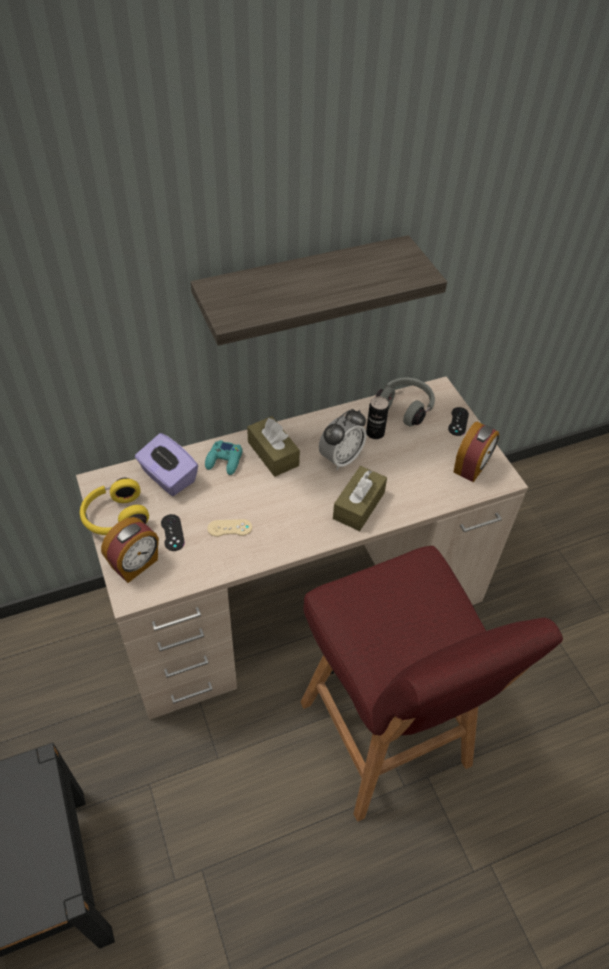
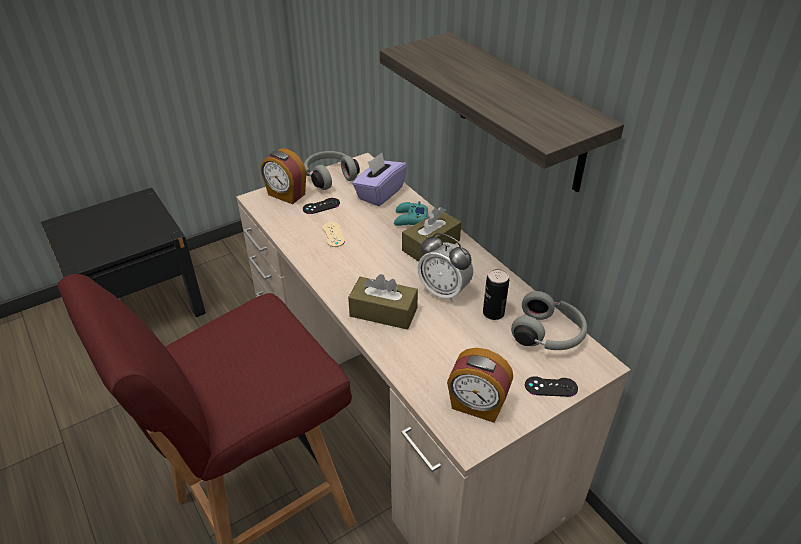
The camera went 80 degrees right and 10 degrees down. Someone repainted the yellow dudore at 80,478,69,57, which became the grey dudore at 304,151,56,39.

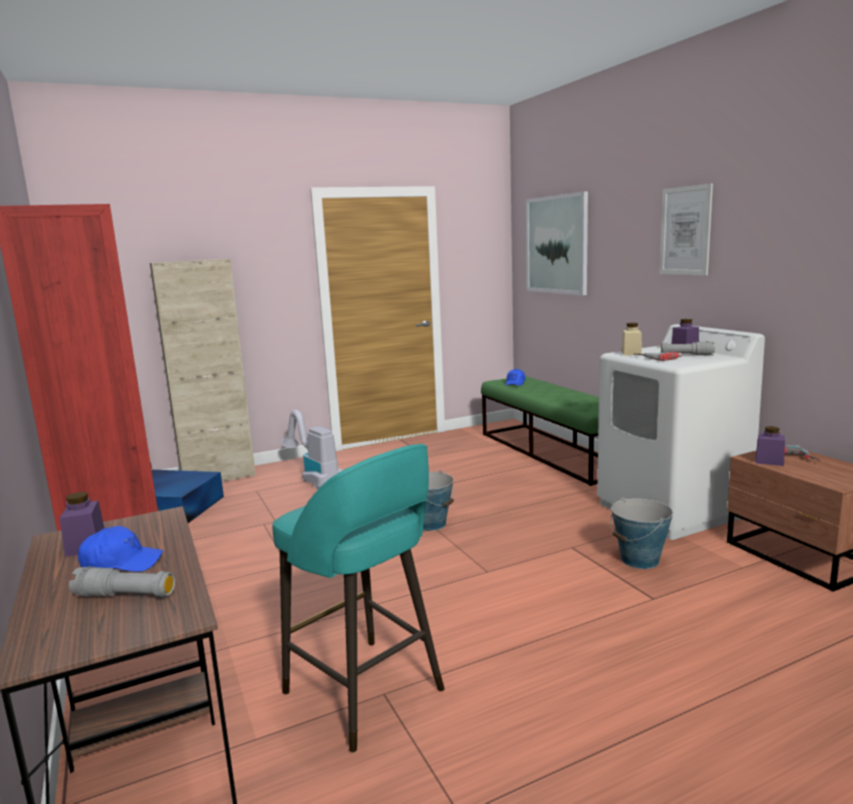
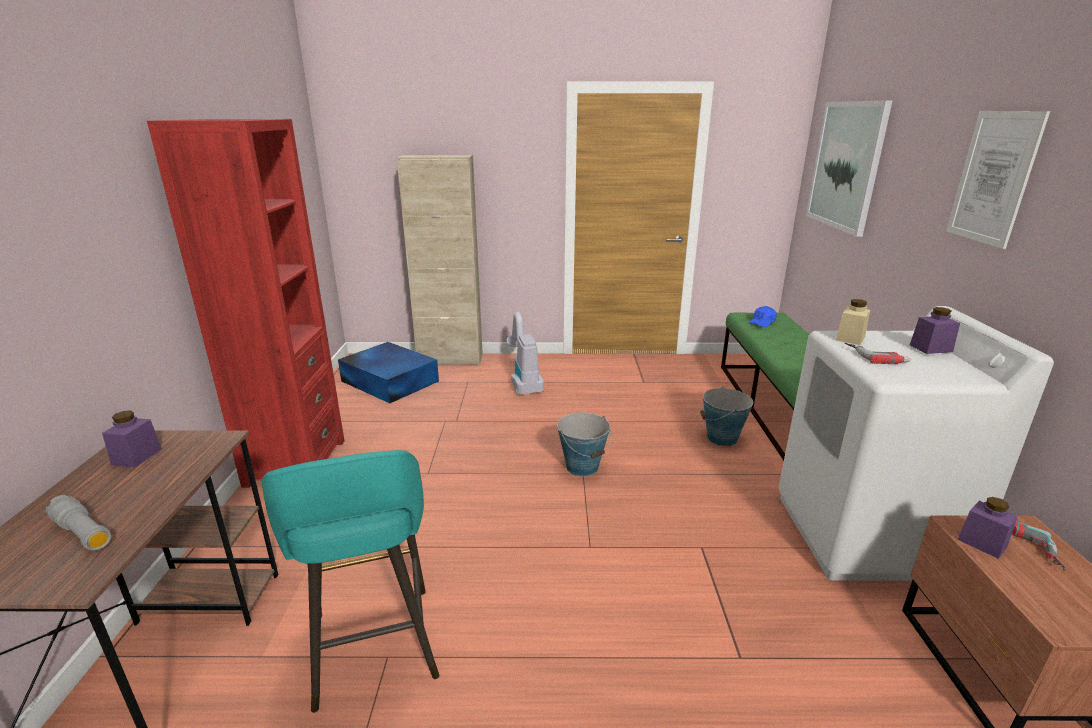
The camera went 25 degrees right and 10 degrees up. Someone took away the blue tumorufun at 78,526,85,46. Someone took away the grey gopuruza at 661,341,54,15. Someone carried the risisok from 610,497,63,72 to 700,386,53,60.

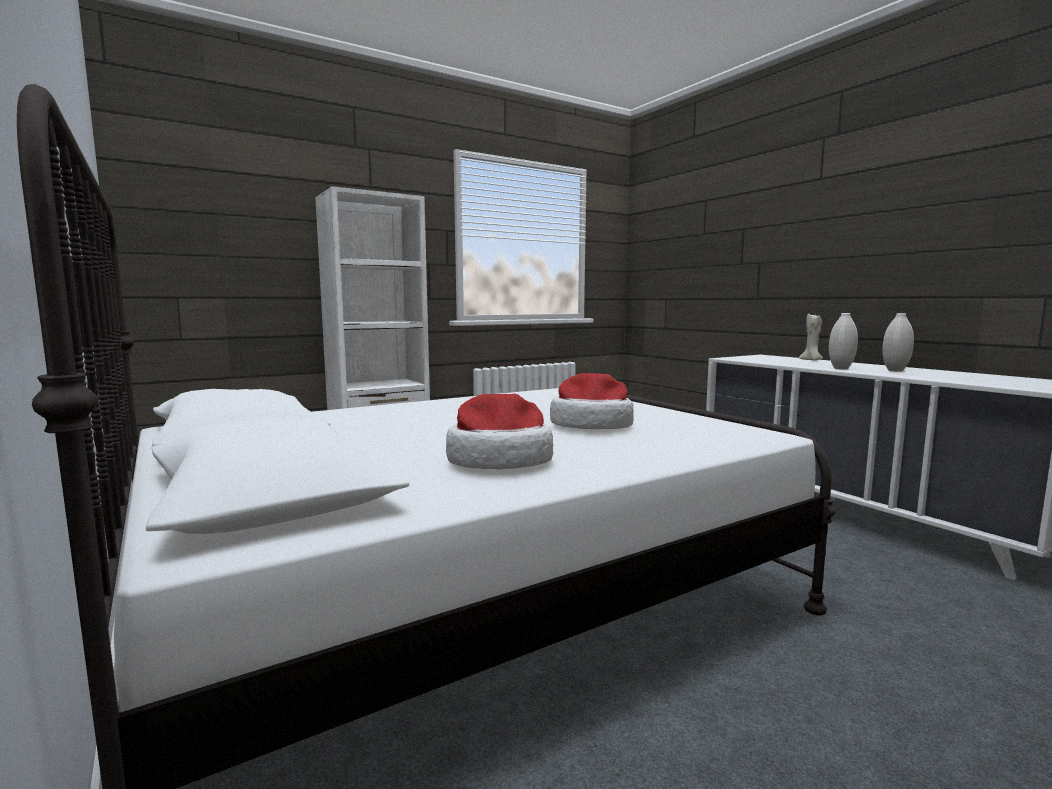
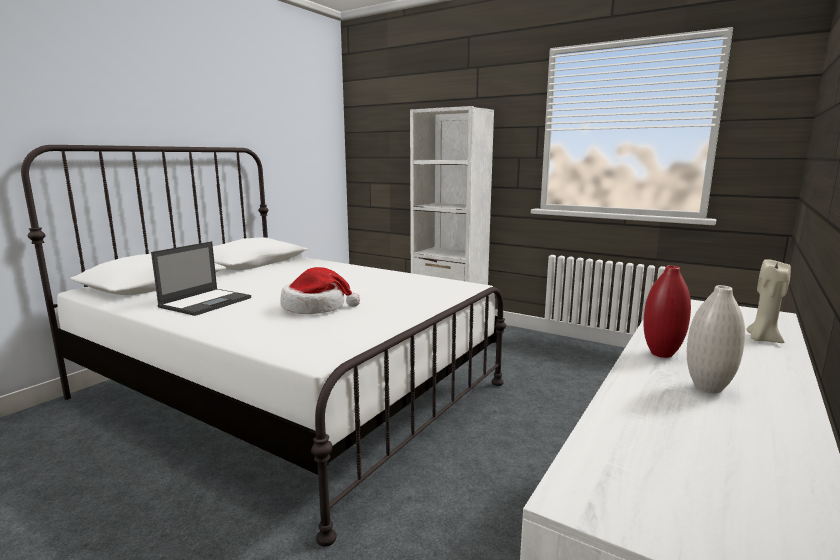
The camera went 65 degrees right and 5 degrees up. Someone swapped the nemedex at 446,393,107,76 for the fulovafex at 151,241,100,75. Someone repainted the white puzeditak at 829,313,29,56, which became the red puzeditak at 643,265,48,93.

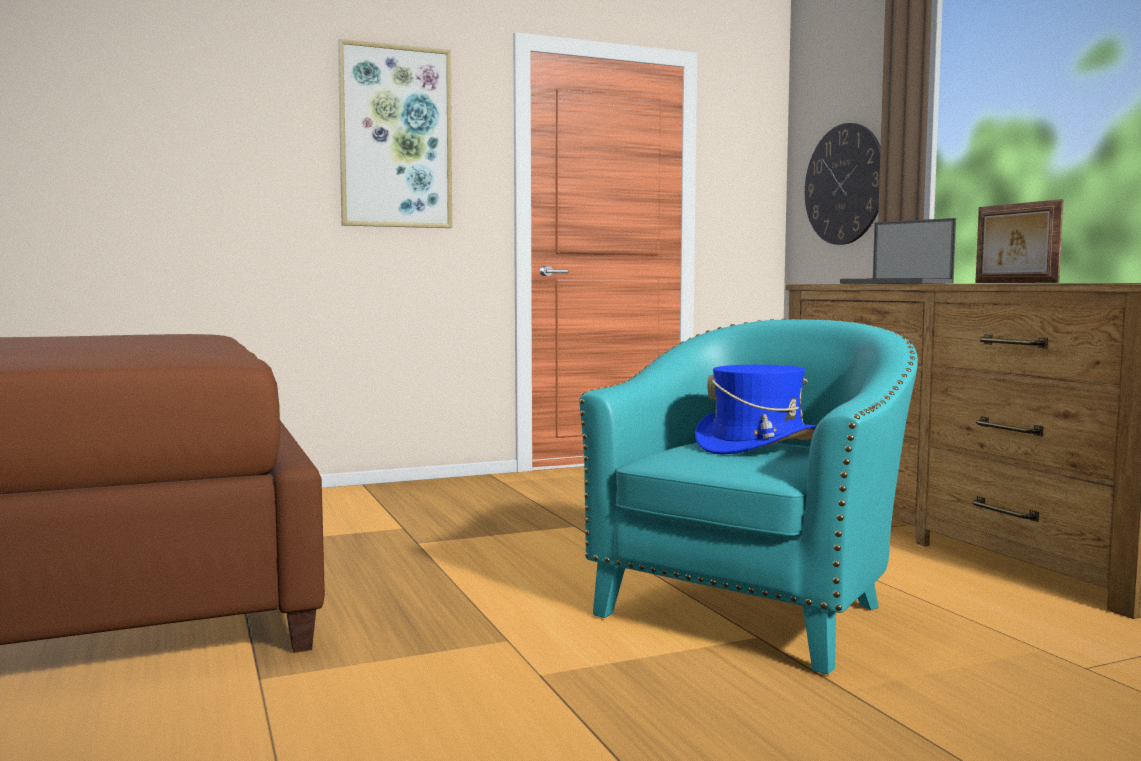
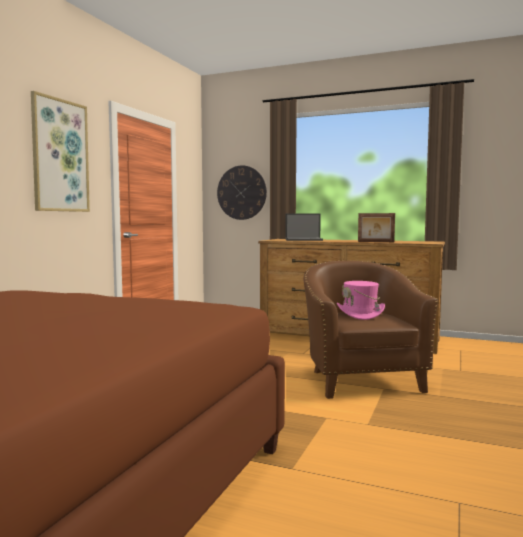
The camera went 45 degrees left and 0 degrees up. Someone repainted the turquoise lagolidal at 579,319,339,356, which became the brown lagolidal at 303,260,135,139. Someone repainted the blue nemedex at 695,365,121,90, which became the pink nemedex at 337,281,48,39.

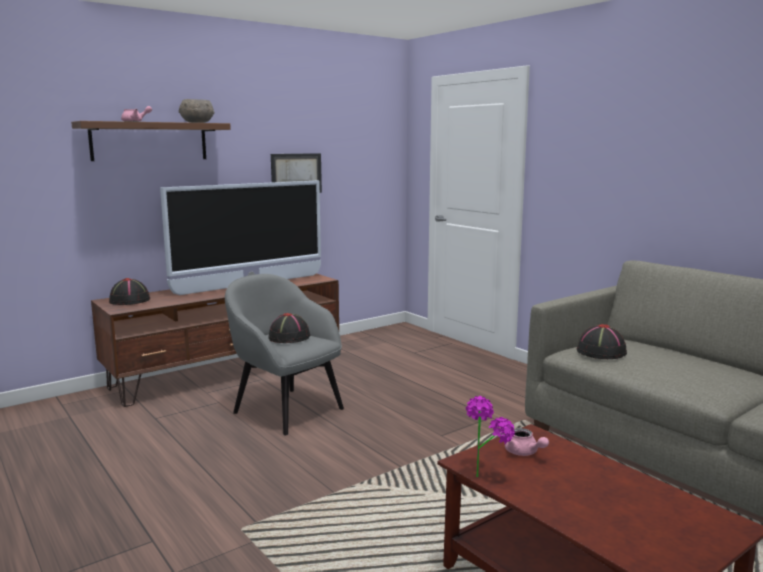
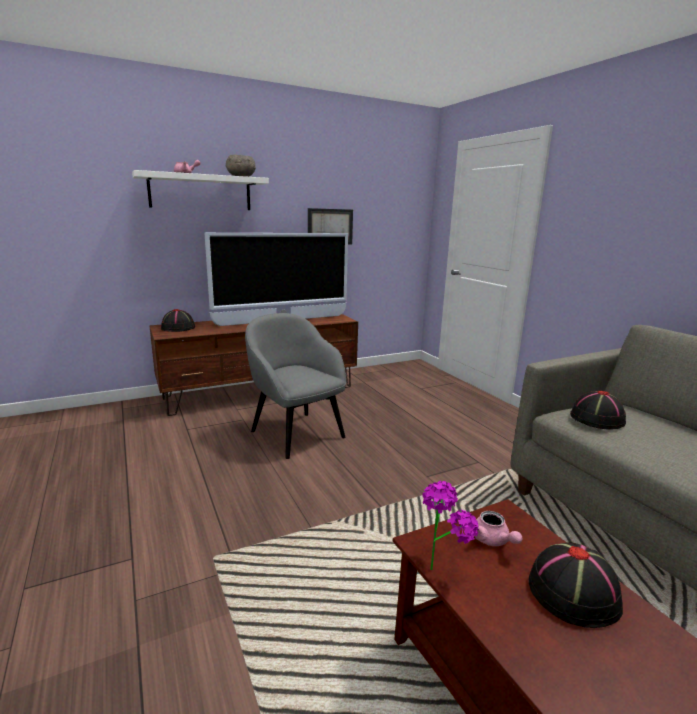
The camera went 10 degrees right and 5 degrees up. Someone carried the black nemedex from 268,313,42,30 to 529,542,94,86. Someone repainted the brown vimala at 71,121,160,40, which became the white vimala at 132,170,137,40.

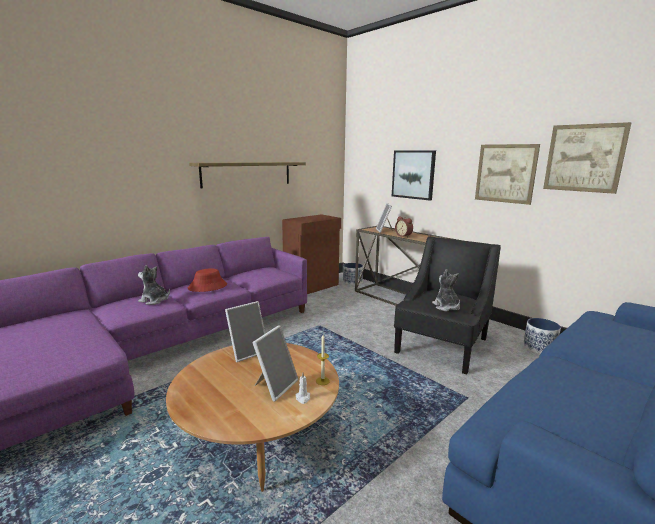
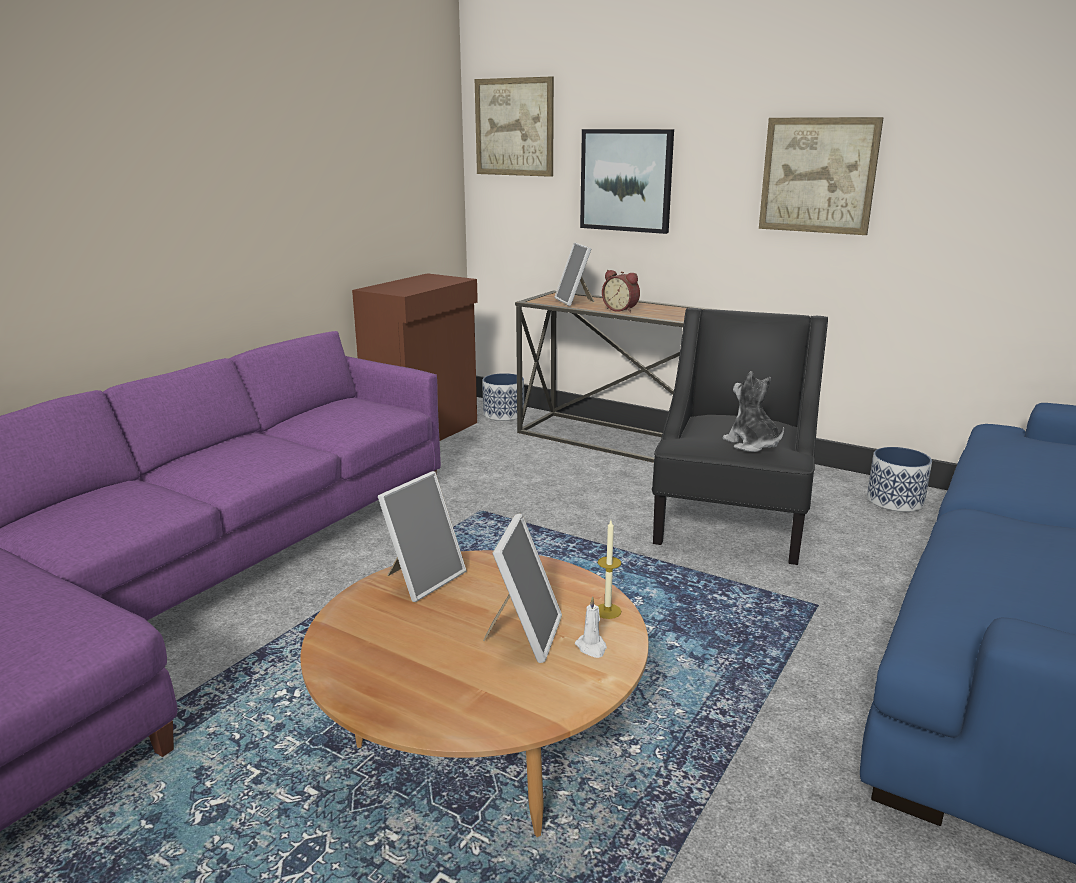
The camera went 15 degrees left and 5 degrees up. Someone took away the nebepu at 138,265,32,40. Someone took away the red nemedex at 188,269,39,23. Someone took away the vimala at 189,162,117,26. Someone carried the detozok from 543,122,89,72 to 475,76,79,101.

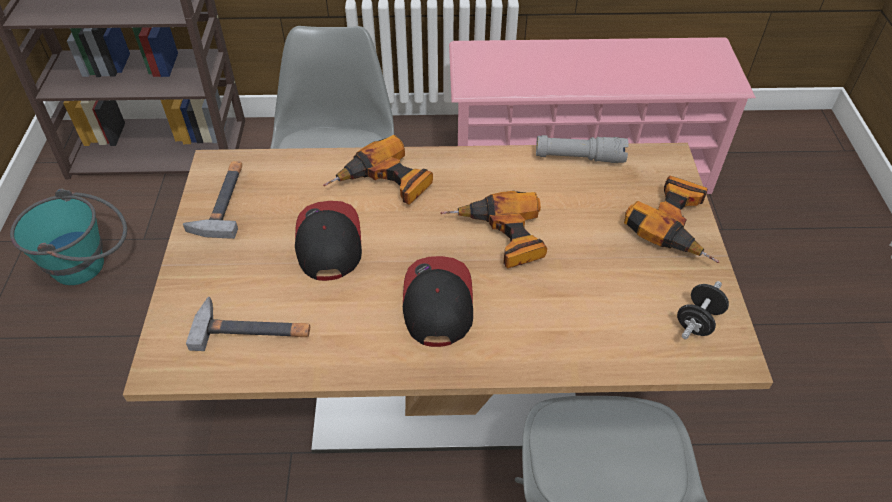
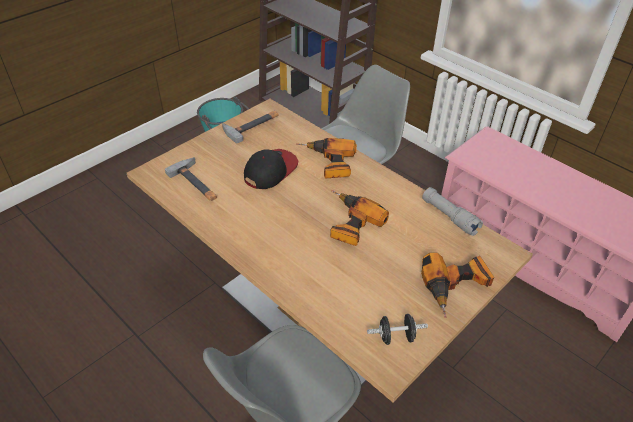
The camera went 45 degrees right and 5 degrees down. Someone took away the tumorufun at 403,256,70,91.

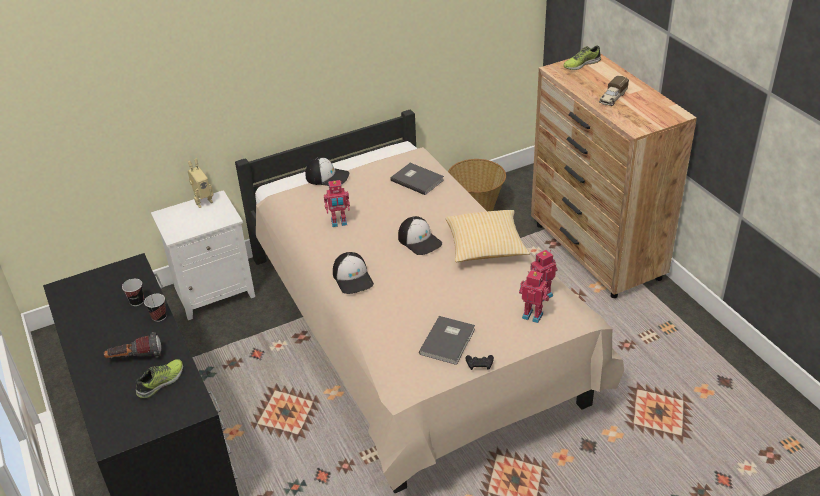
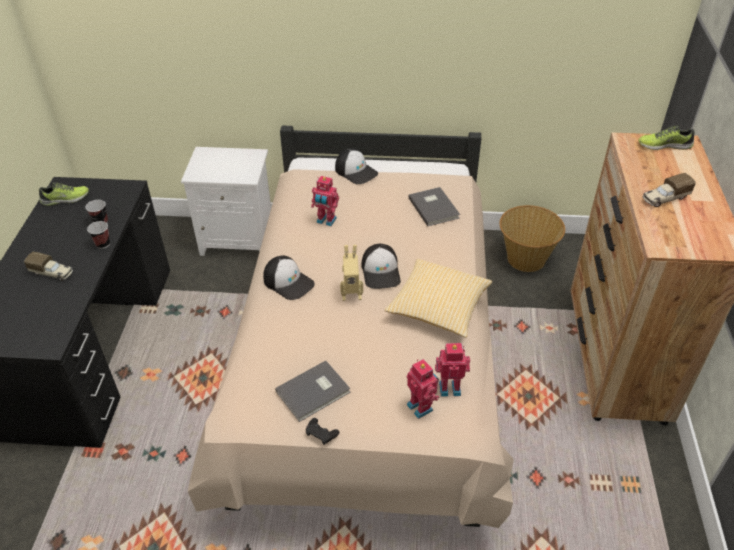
The camera went 30 degrees right and 5 degrees up. Someone carried the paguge from 136,359,47,40 to 39,183,50,23. Someone carried the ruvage from 188,159,25,49 to 340,245,23,56. Someone swapped the gopuruza at 104,332,57,27 for the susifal at 24,252,49,29. Someone rotated the tumorufun at 333,252,41,42 by 60 degrees counterclockwise.

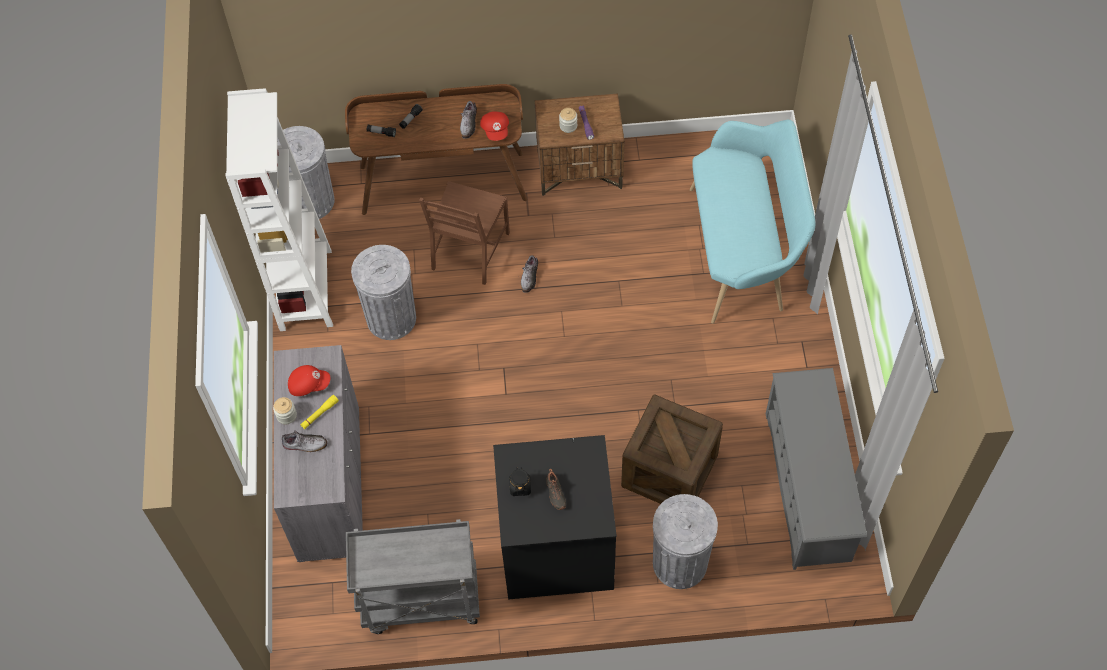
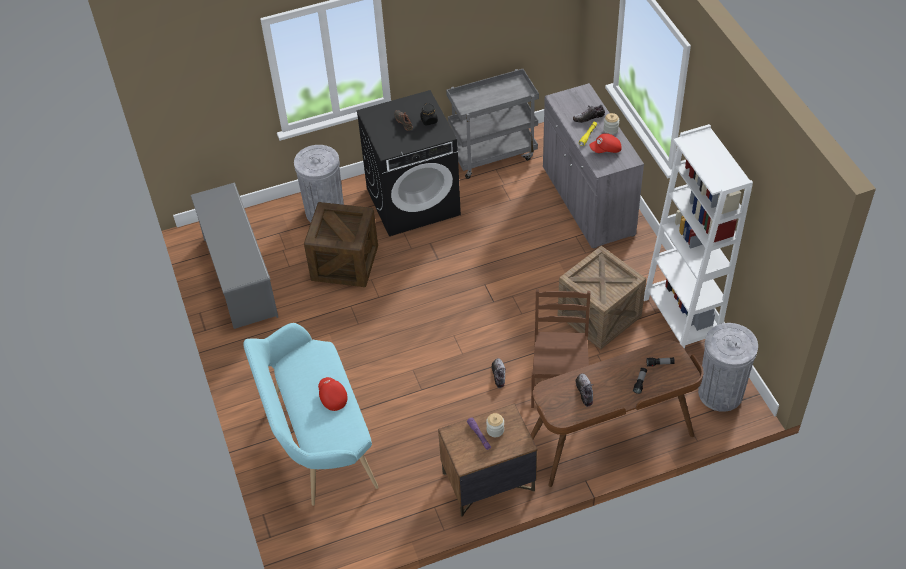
The camera went 165 degrees right and 10 degrees down. Someone carried the red tumorufun from 480,111,29,30 to 318,377,30,34. Someone swapped the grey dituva at 351,245,65,95 for the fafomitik at 558,246,88,103.

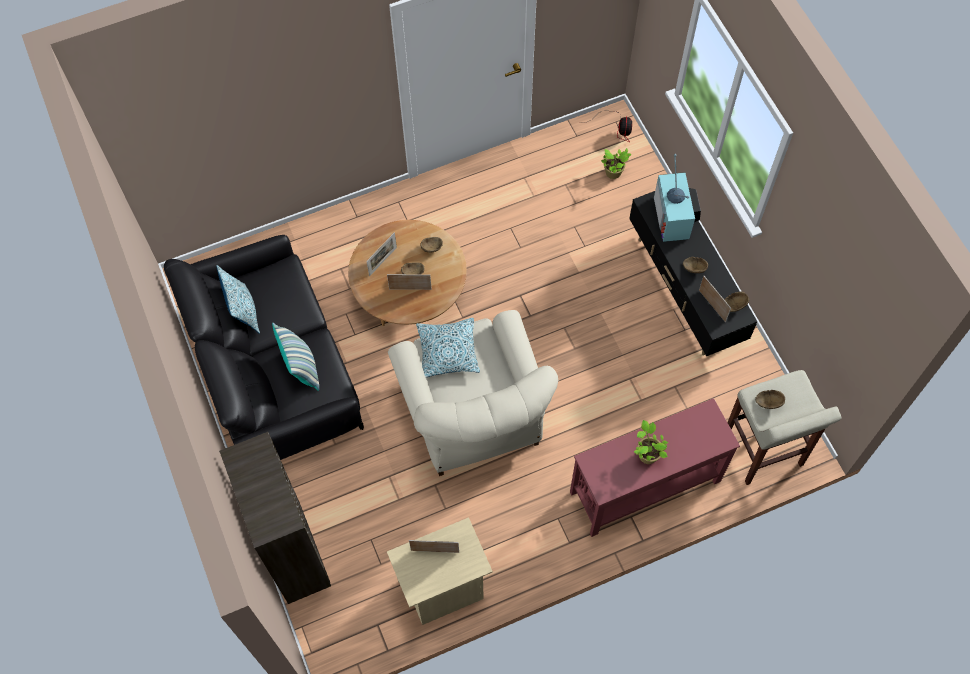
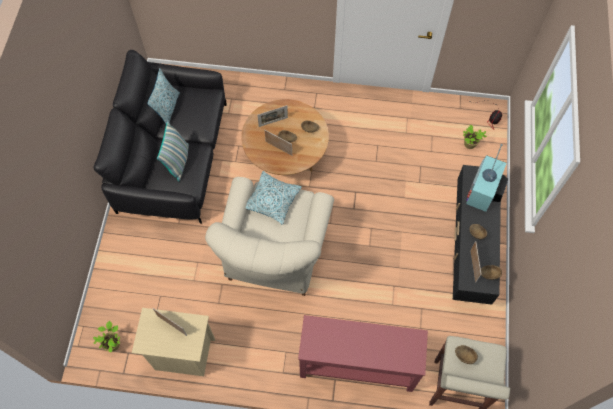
The camera went 30 degrees right and 0 degrees up. Someone took away the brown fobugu at 219,432,112,172. Someone carried the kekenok from 634,420,34,44 to 93,321,27,32.

